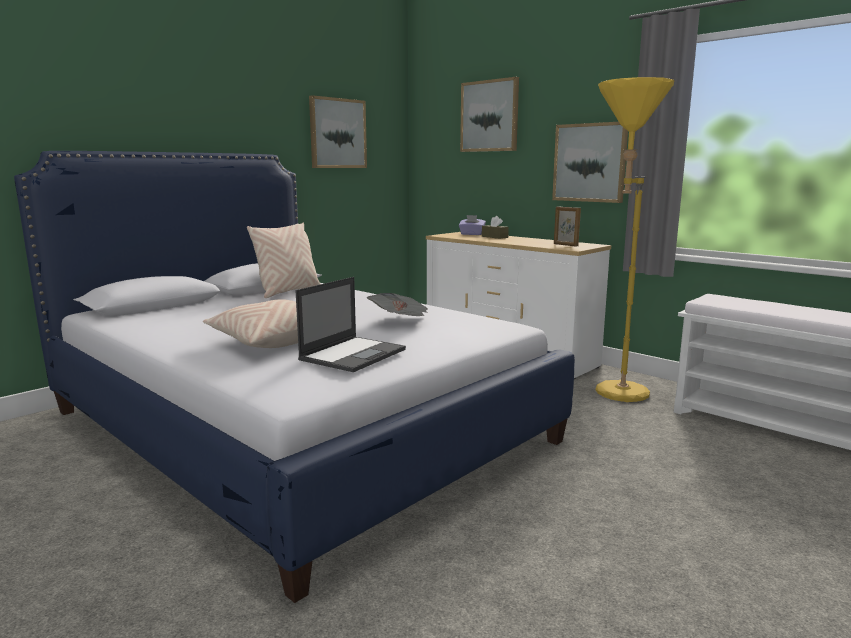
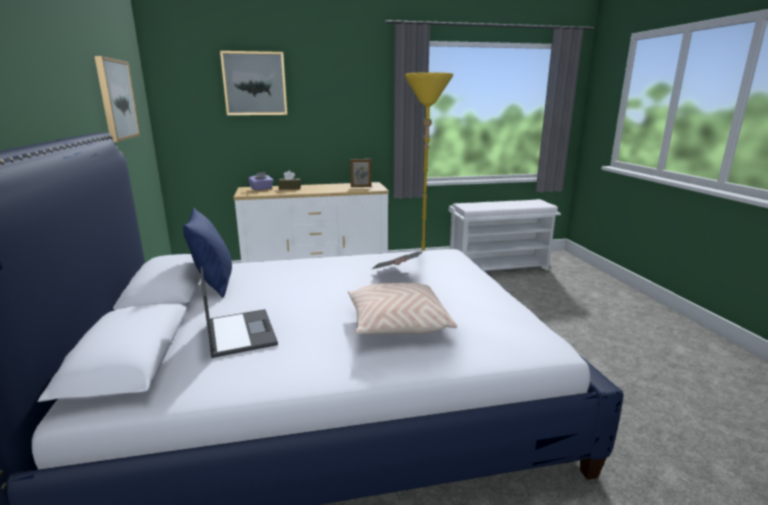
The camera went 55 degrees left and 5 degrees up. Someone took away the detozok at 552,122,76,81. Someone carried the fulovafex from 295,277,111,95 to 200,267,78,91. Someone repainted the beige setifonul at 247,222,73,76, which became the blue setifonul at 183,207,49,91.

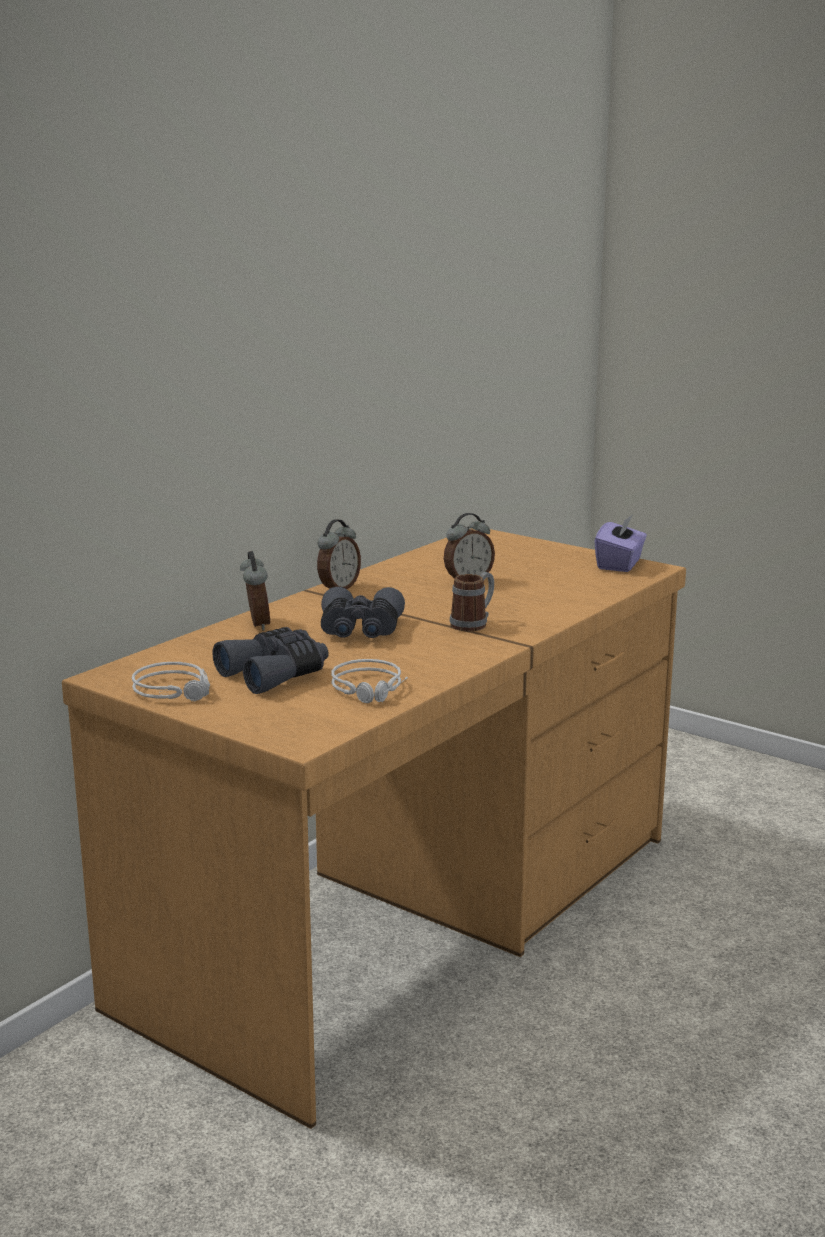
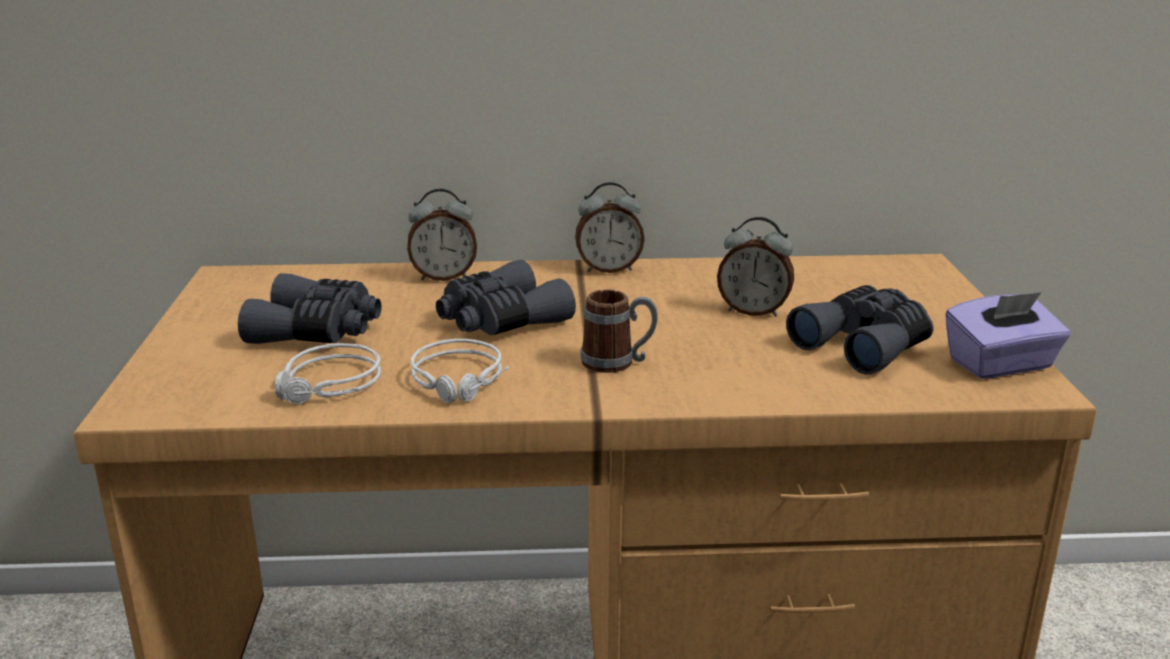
The camera went 50 degrees right and 5 degrees up. Someone put down the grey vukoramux at 786,285,147,90. Someone carried the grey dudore from 131,662,79,39 to 411,339,98,64. Someone rotated the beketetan at 240,551,30,79 by 45 degrees clockwise.

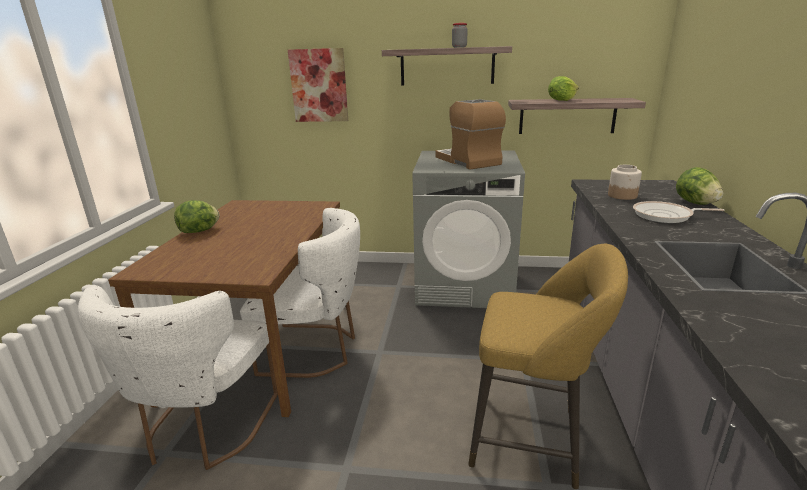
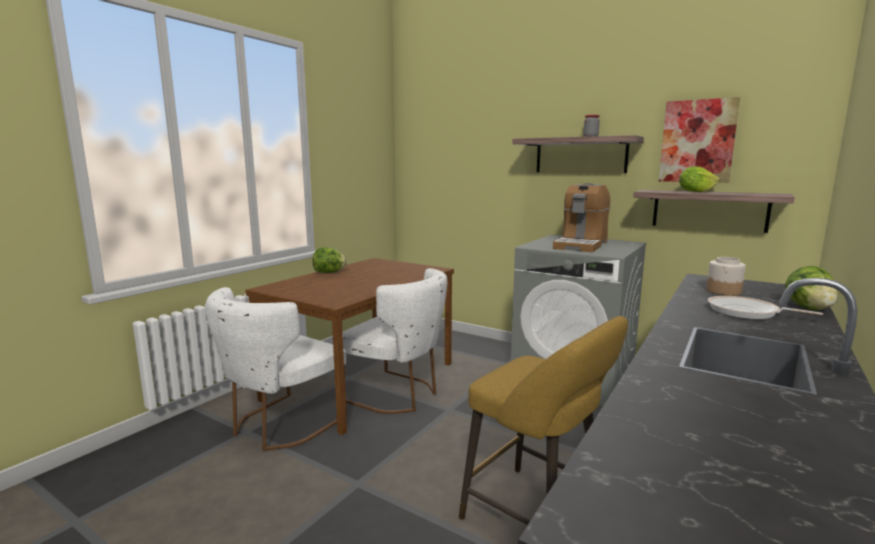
The camera went 25 degrees right and 10 degrees down. Someone carried the detozok from 288,48,60,74 to 659,97,81,86. Someone rotated the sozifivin at 436,99,70,71 by 150 degrees counterclockwise.

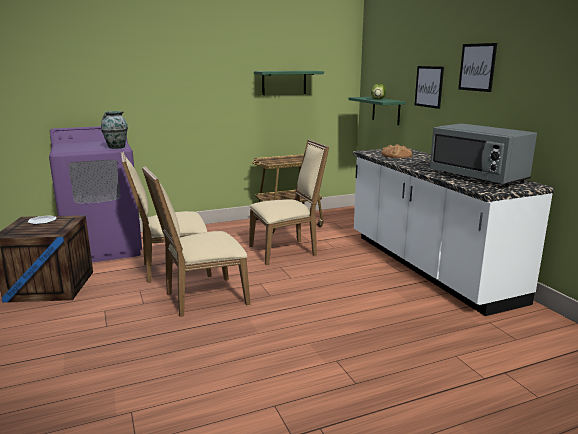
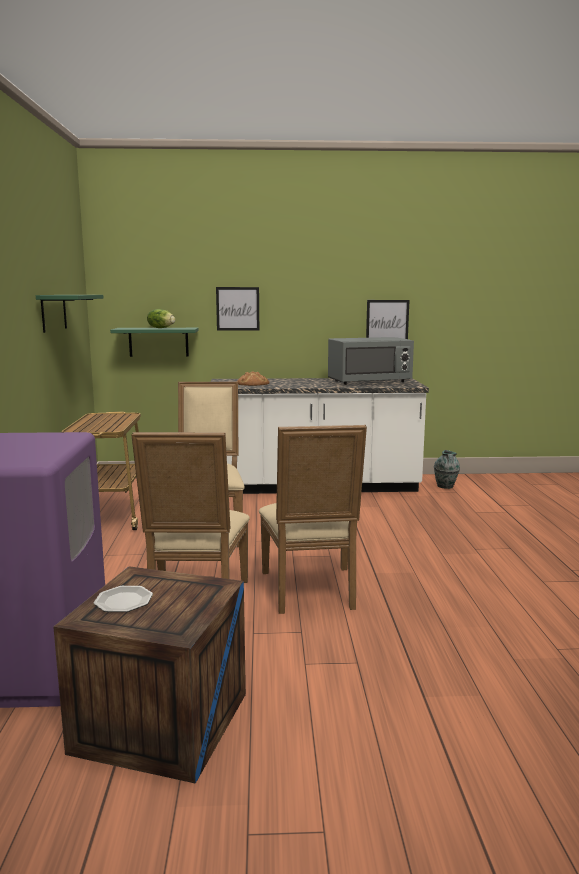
The camera went 70 degrees left and 5 degrees down. Someone carried the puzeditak from 101,111,27,38 to 434,450,26,39. Someone carried the detozok from 458,43,39,49 to 366,300,44,39.

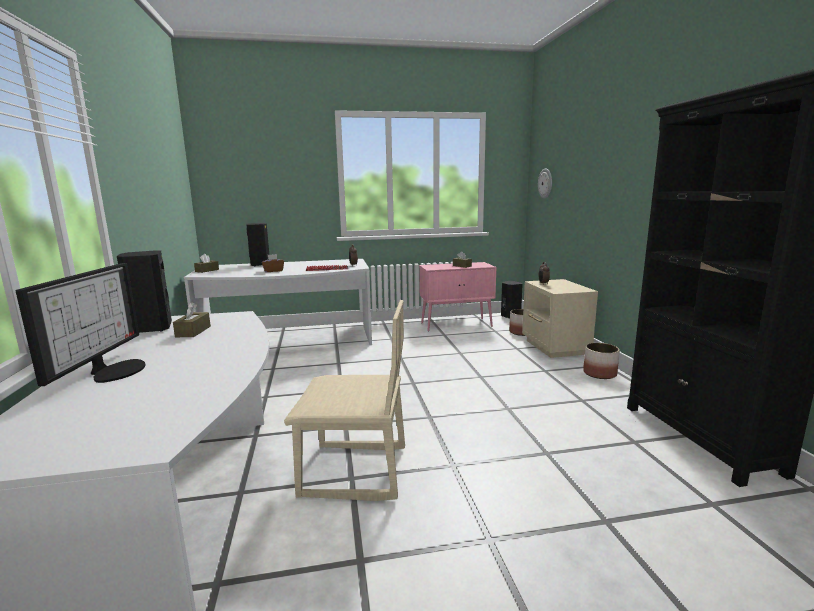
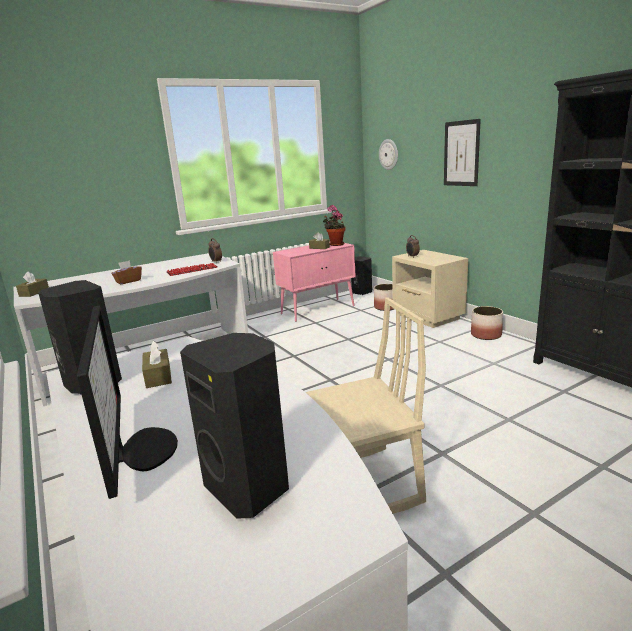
The camera went 20 degrees left and 5 degrees up. Someone put down the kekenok at 323,205,23,41. Someone put up the detozok at 444,119,37,67. Someone carried the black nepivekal from 246,223,23,44 to 180,333,109,186.

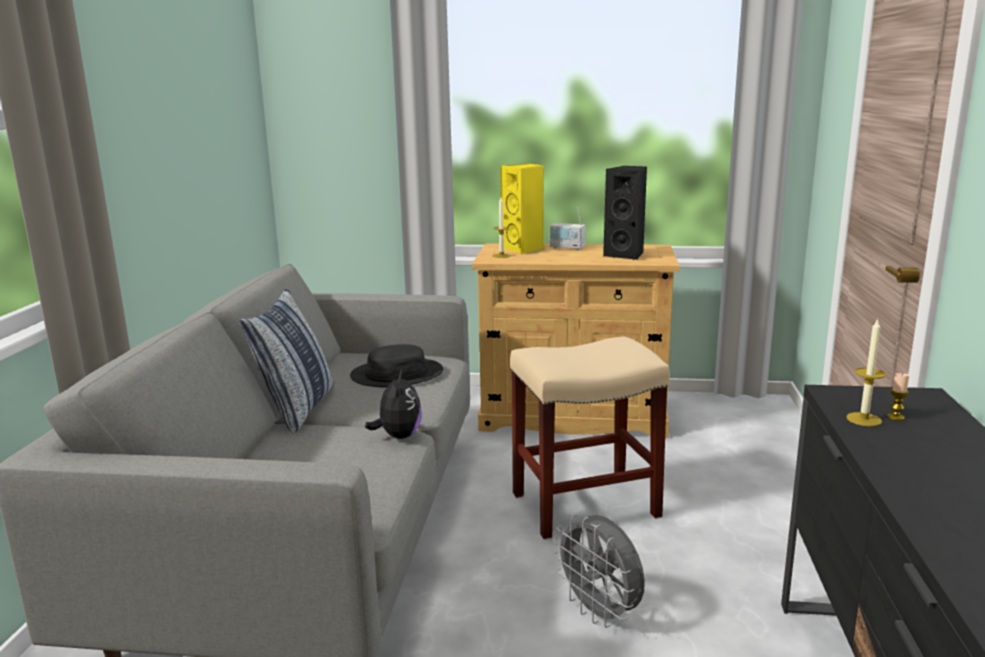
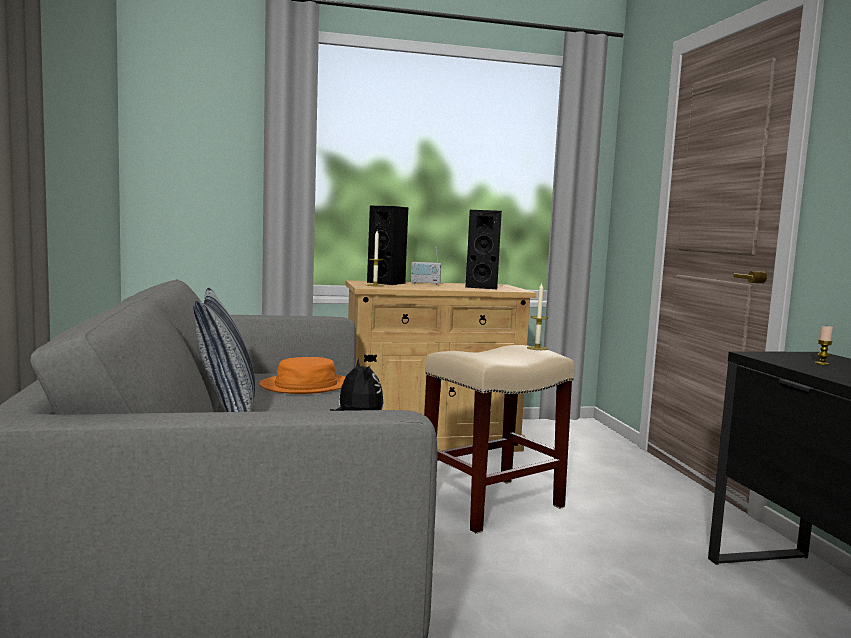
The camera went 20 degrees left and 10 degrees down. Someone took away the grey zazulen at 553,515,92,113. Someone carried the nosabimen from 846,318,40,108 to 527,283,21,67. Someone repainted the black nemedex at 350,344,93,44, which became the orange nemedex at 259,357,86,37. Someone repainted the yellow nepivekal at 500,164,44,90, which became the black nepivekal at 367,206,41,79.

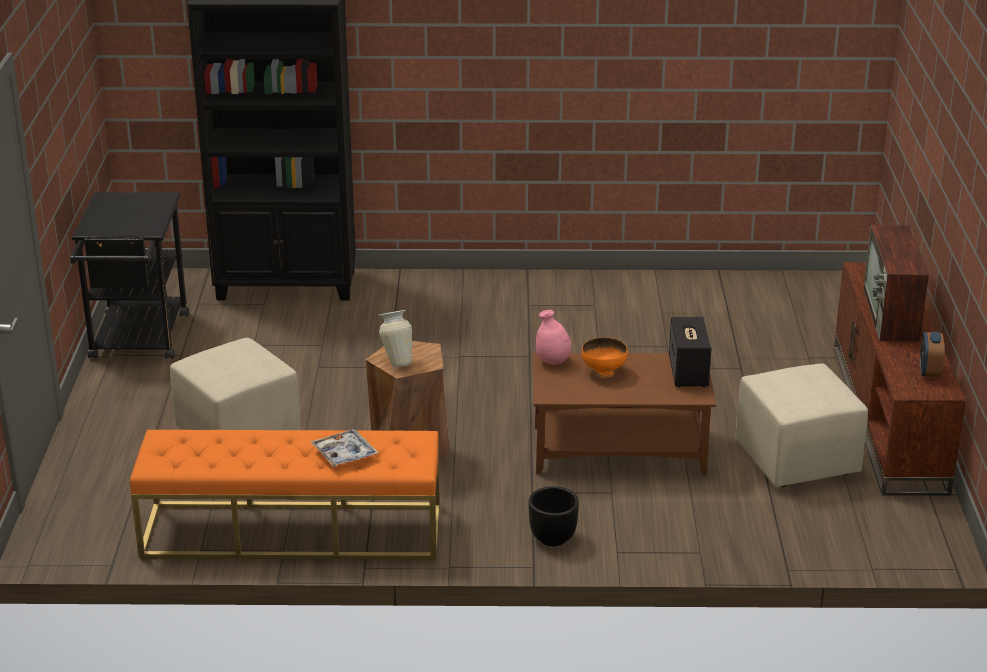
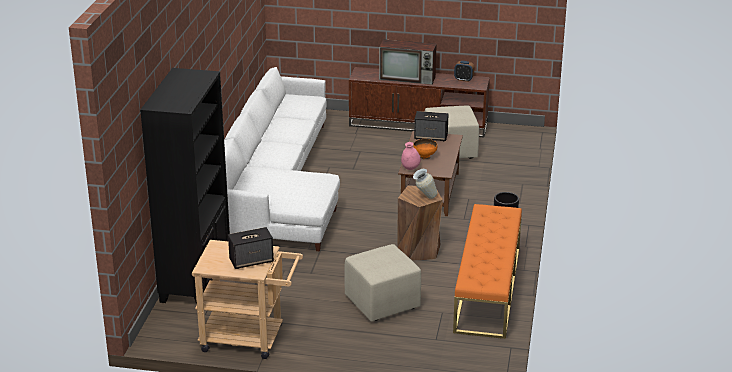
The camera went 80 degrees left and 0 degrees up. Someone took away the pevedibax at 311,429,67,38. Someone put down the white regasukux at 224,67,116,184. Someone put down the nepivekal at 228,227,46,42. Someone repainted the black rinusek at 70,192,119,167, which became the beige rinusek at 192,240,111,119.

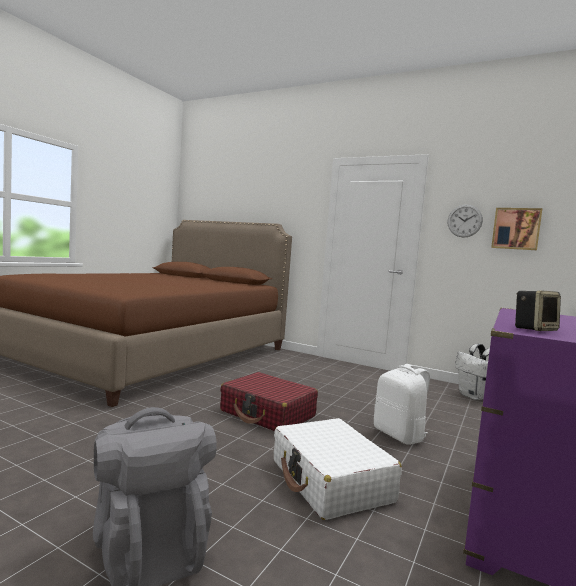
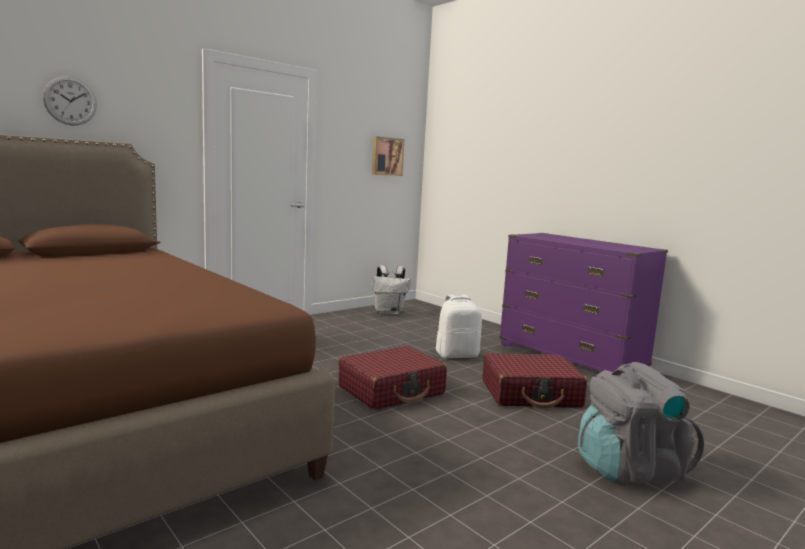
The camera went 70 degrees left and 5 degrees up. Someone took away the nepivekal at 515,290,46,41. Someone carried the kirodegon from 448,204,35,34 to 43,76,54,49. Someone repainted the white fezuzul at 274,418,128,102, which became the red fezuzul at 482,353,105,56.

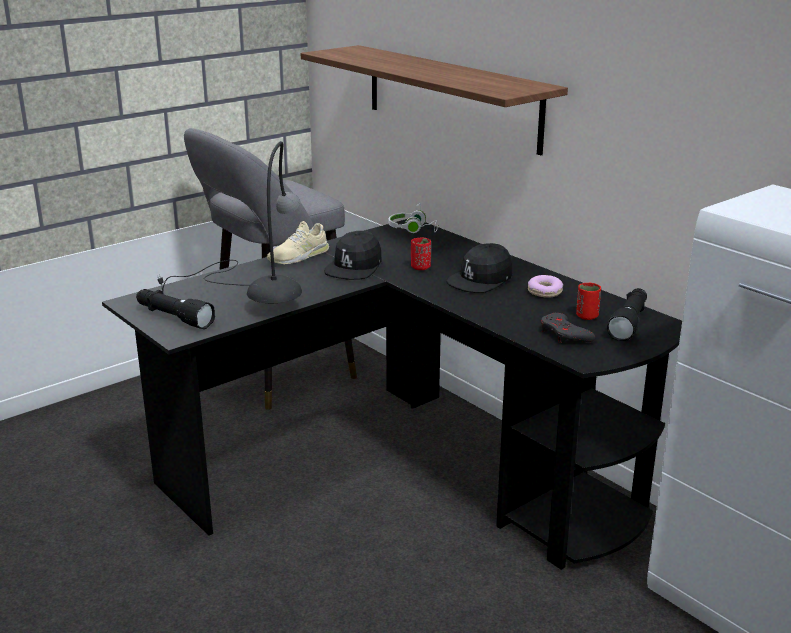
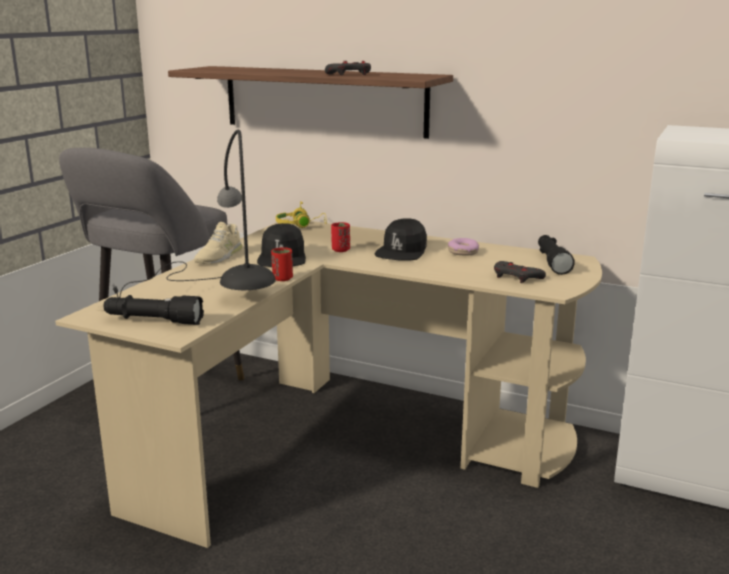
The camera went 25 degrees left and 5 degrees down. Someone put down the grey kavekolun at 325,61,46,15. Someone carried the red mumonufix from 576,283,25,37 to 271,247,22,34. Someone repainted the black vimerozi at 102,219,580,351, which became the beige vimerozi at 55,218,547,330. Someone repainted the white dudore at 389,203,50,30, which became the yellow dudore at 276,201,51,27.

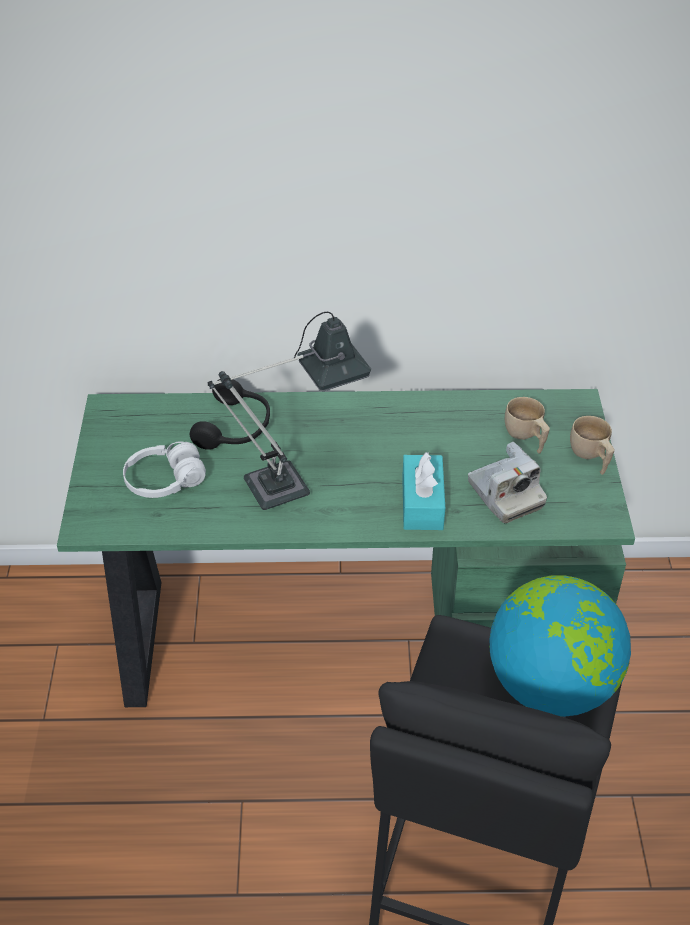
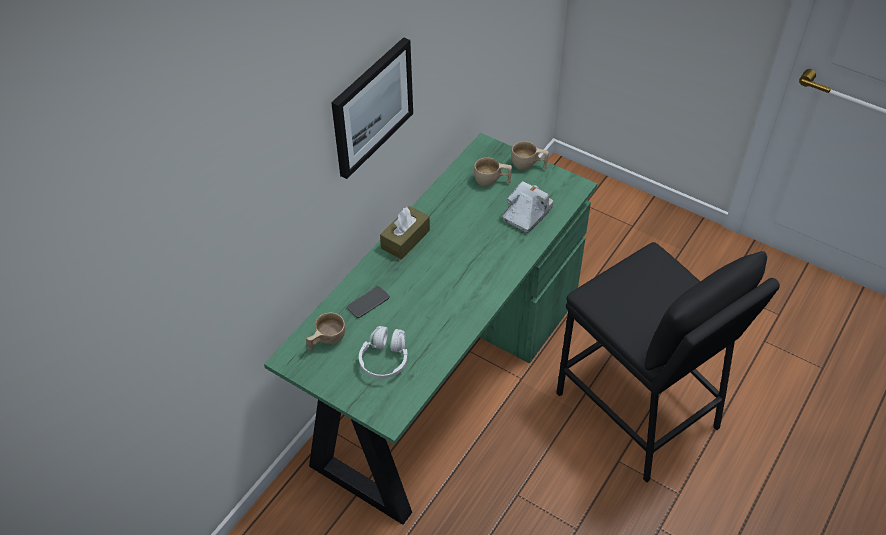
The camera went 55 degrees left and 5 degrees up. Someone took away the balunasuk at 208,312,163,198. Someone took away the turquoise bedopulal at 402,452,43,78. Someone took away the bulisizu at 489,575,142,142. Someone put down the beige mumonufix at 306,313,39,37. Someone put up the detozok at 331,37,82,142. Someone put down the brown bedopulal at 380,206,50,54. Someone swapped the black dudore at 190,379,80,71 for the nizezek at 347,286,43,32. Someone rotated the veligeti at 468,442,79,82 by 60 degrees counterclockwise.

